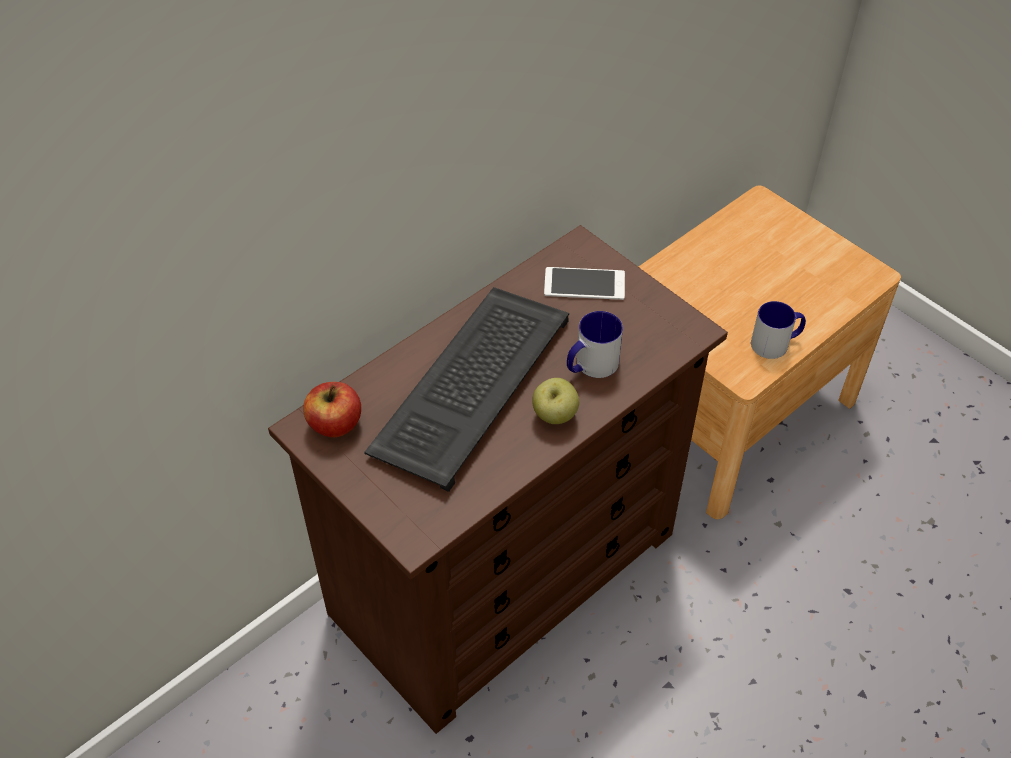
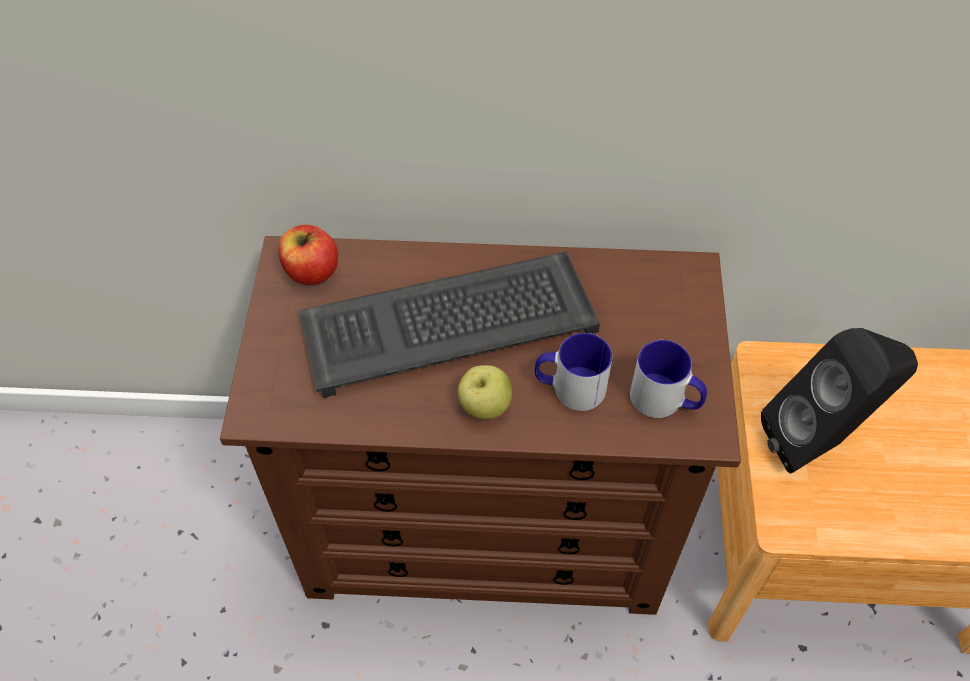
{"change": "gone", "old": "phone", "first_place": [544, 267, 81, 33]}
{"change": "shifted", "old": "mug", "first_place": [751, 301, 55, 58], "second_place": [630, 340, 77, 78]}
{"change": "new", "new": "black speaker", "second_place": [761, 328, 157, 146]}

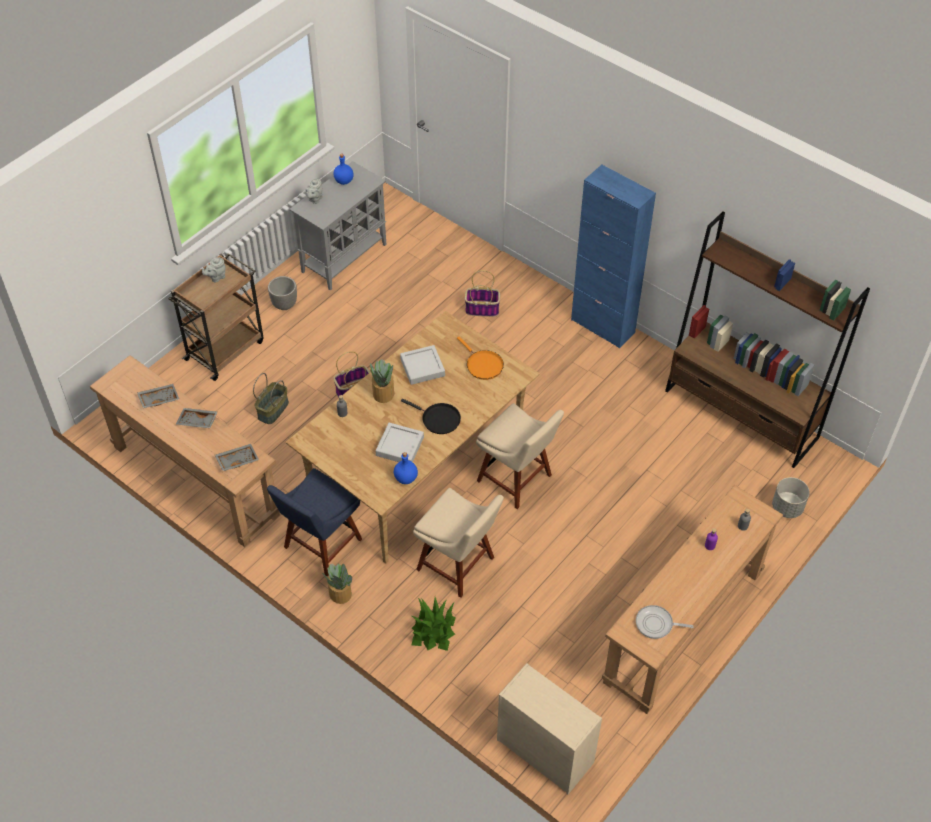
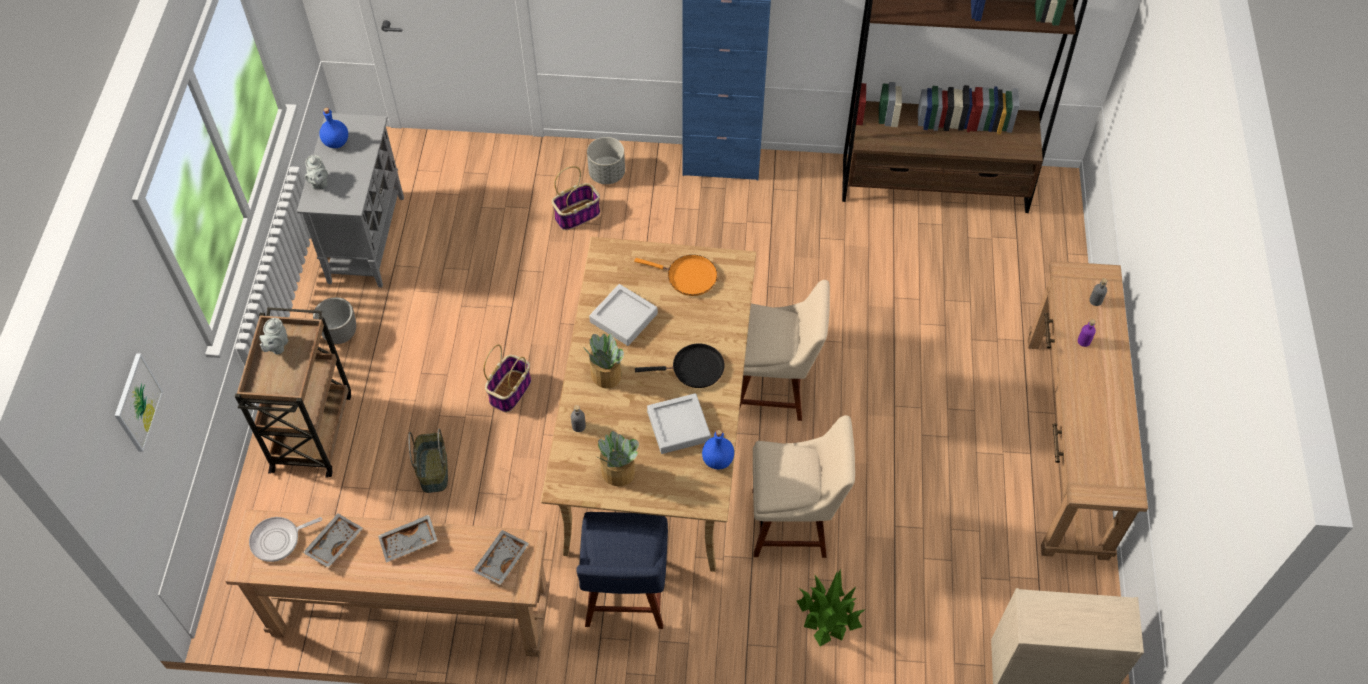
{"change": "shifted", "old": "potted plant", "first_place": [323, 564, 29, 40], "second_place": [597, 431, 42, 55]}
{"change": "shifted", "old": "frying pan", "first_place": [636, 605, 58, 34], "second_place": [249, 517, 73, 45]}
{"change": "shifted", "old": "grey planter", "first_place": [772, 477, 38, 41], "second_place": [587, 137, 38, 47]}
{"change": "new", "new": "picture", "second_place": [115, 353, 48, 99]}

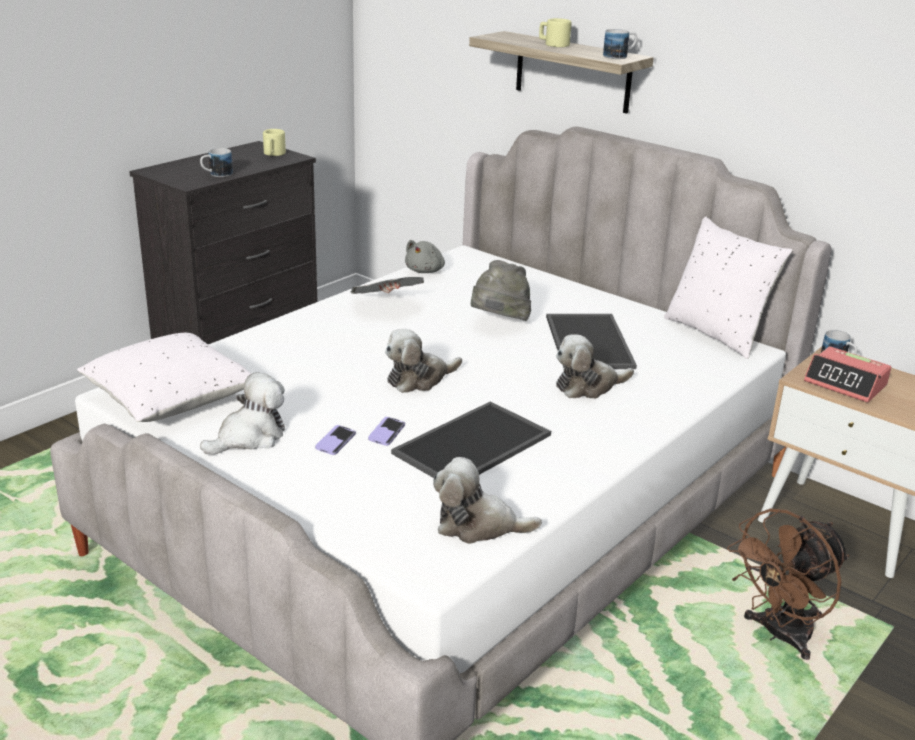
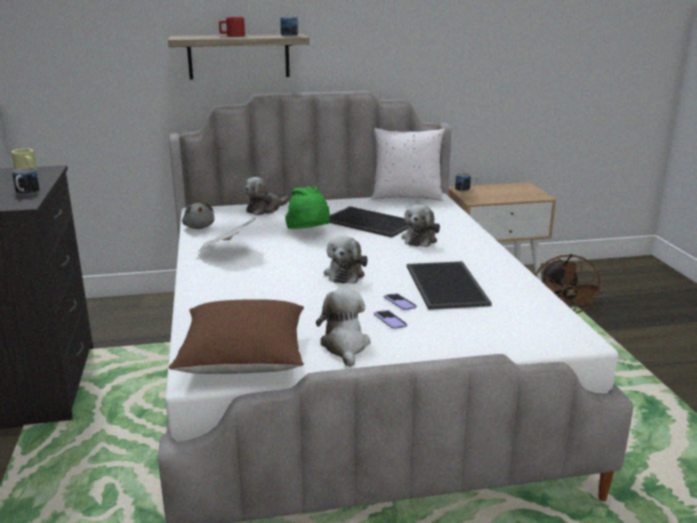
{"change": "repainted", "old": "white pillow", "new": "brown pillow", "first_place": [77, 333, 175, 89], "second_place": [169, 299, 135, 75]}
{"change": "shifted", "old": "plush toy", "first_place": [433, 457, 109, 87], "second_place": [244, 177, 45, 38]}
{"change": "repainted", "old": "grey hat", "new": "green hat", "first_place": [471, 260, 60, 61], "second_place": [285, 186, 45, 43]}
{"change": "repainted", "old": "beige mug", "new": "red mug", "first_place": [539, 18, 33, 29], "second_place": [219, 17, 26, 20]}
{"change": "gone", "old": "alarm clock", "first_place": [804, 346, 87, 57]}

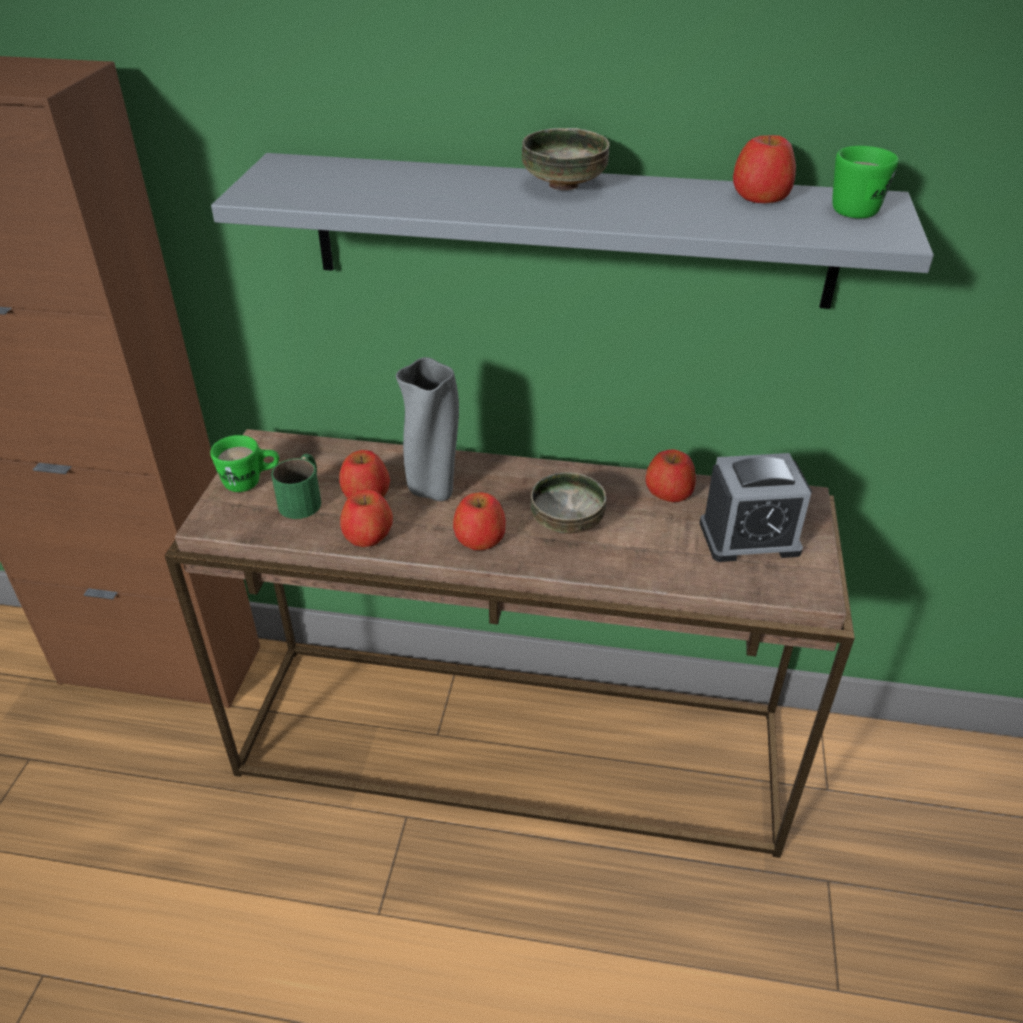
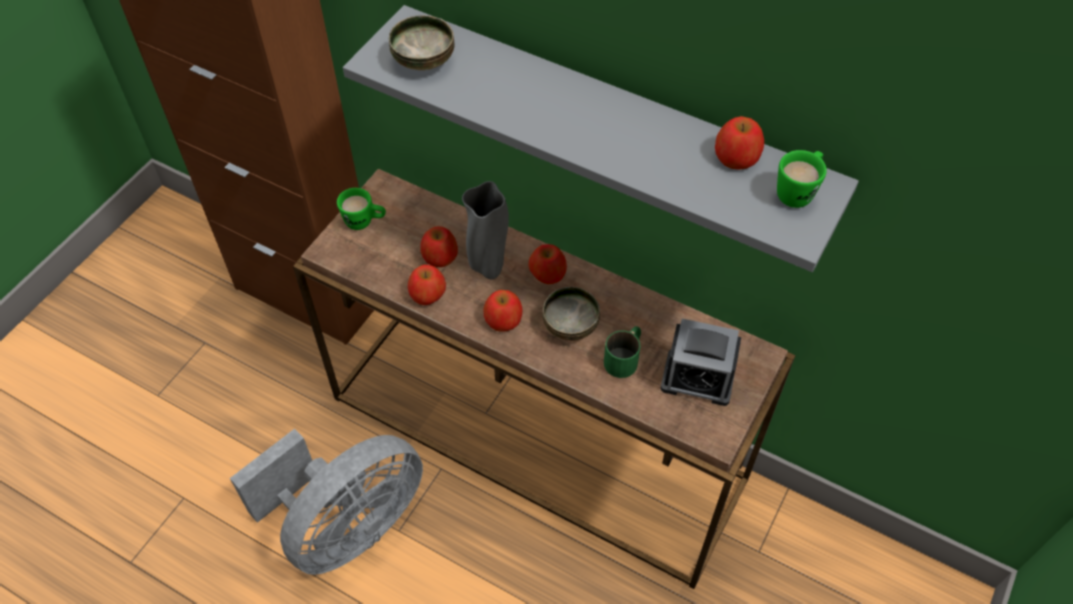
{"change": "shifted", "old": "green mug", "first_place": [271, 454, 50, 65], "second_place": [604, 326, 37, 52]}
{"change": "shifted", "old": "bowl", "first_place": [522, 128, 88, 62], "second_place": [389, 15, 66, 55]}
{"change": "shifted", "old": "apple", "first_place": [646, 449, 50, 53], "second_place": [528, 244, 39, 40]}
{"change": "new", "new": "grey fan", "second_place": [230, 429, 193, 146]}

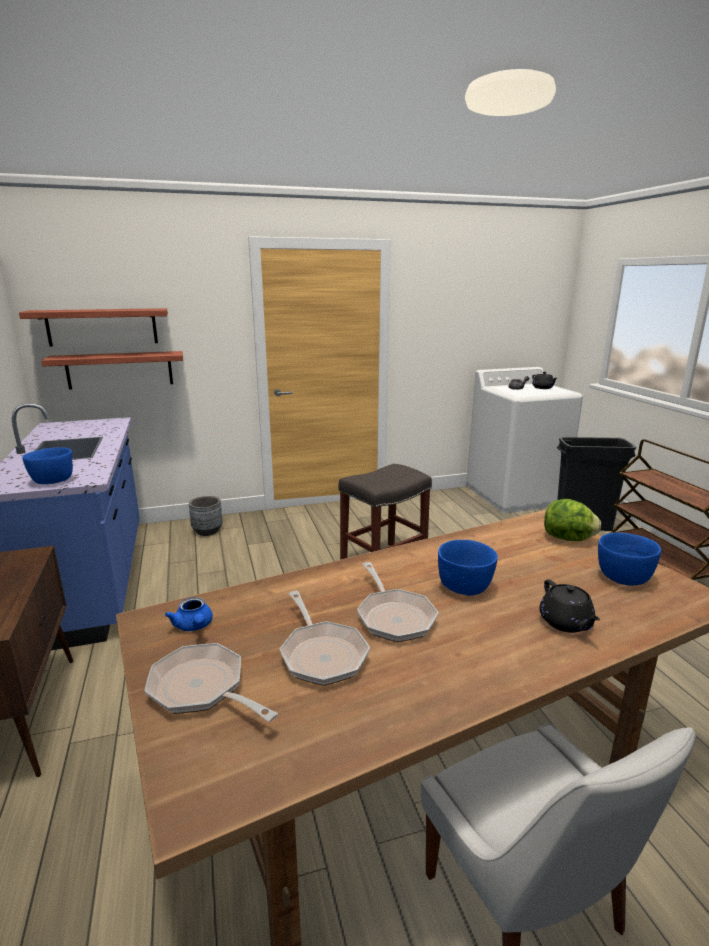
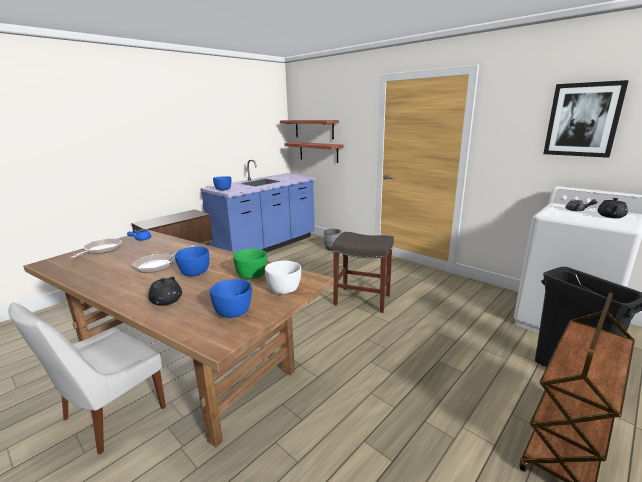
{"change": "gone", "old": "frying pan", "first_place": [280, 591, 90, 95]}
{"change": "rotated", "old": "black teapot", "first_place": [539, 580, 61, 53], "second_place": [148, 276, 34, 30], "degrees": -45}
{"change": "swapped", "old": "lettuce", "new": "white bowl", "first_place": [544, 499, 57, 42], "second_place": [265, 261, 36, 33]}
{"change": "new", "new": "green bowl", "second_place": [233, 249, 34, 30]}
{"change": "new", "new": "picture", "second_place": [543, 80, 86, 78]}

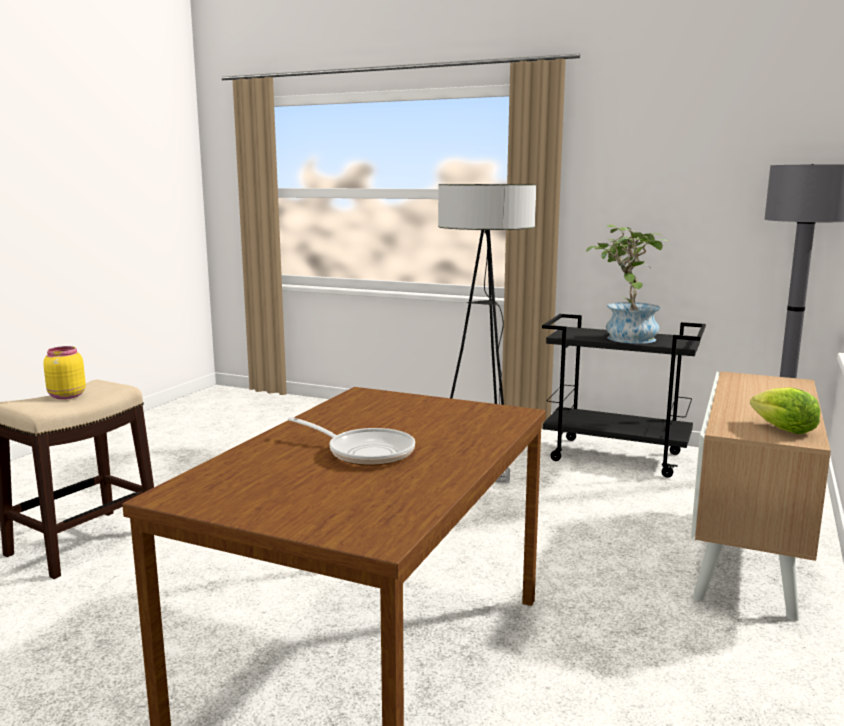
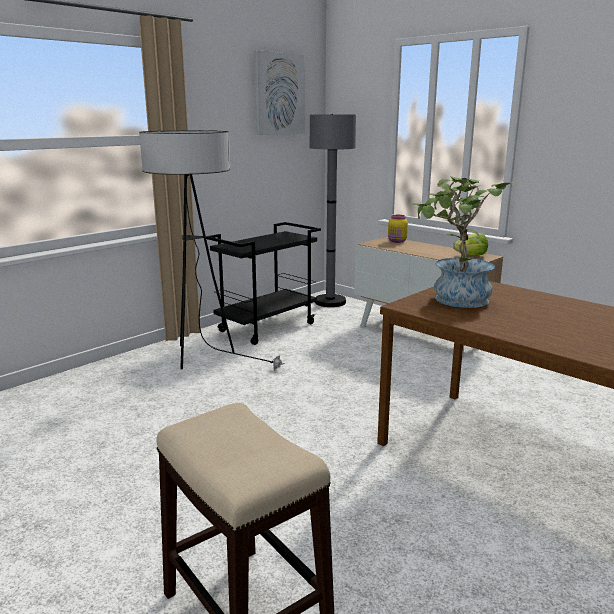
{"change": "shifted", "old": "yellow jar", "first_place": [43, 346, 43, 53], "second_place": [388, 215, 20, 28]}
{"change": "gone", "old": "frying pan", "first_place": [288, 417, 127, 49]}
{"change": "shifted", "old": "potted plant", "first_place": [586, 224, 82, 120], "second_place": [411, 176, 103, 132]}
{"change": "new", "new": "picture", "second_place": [254, 50, 51, 85]}

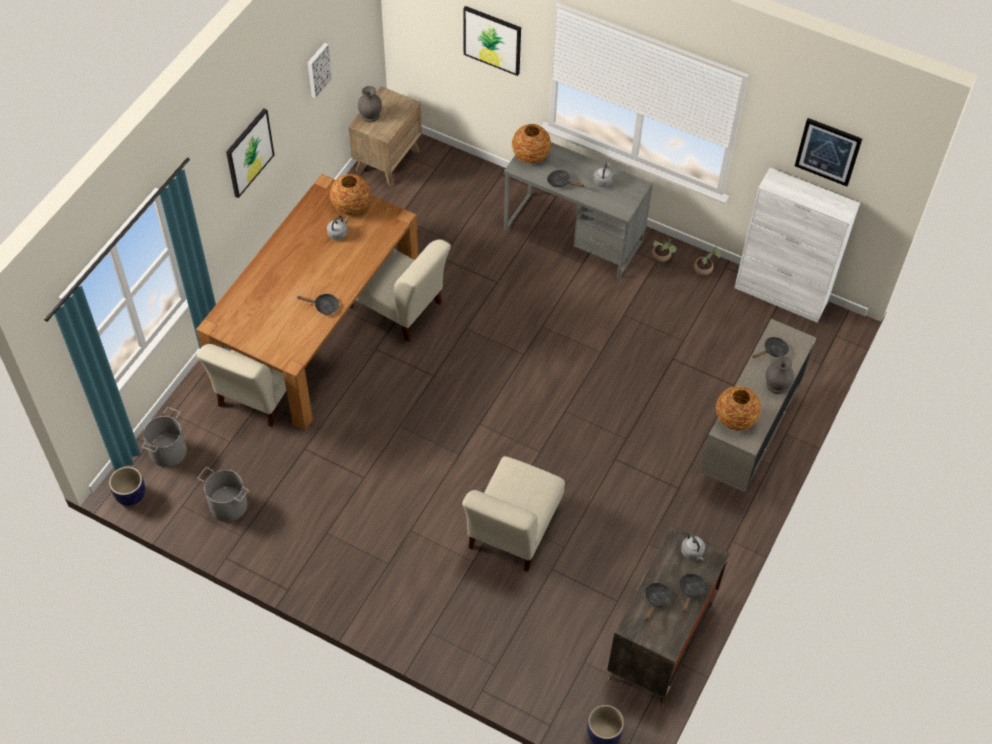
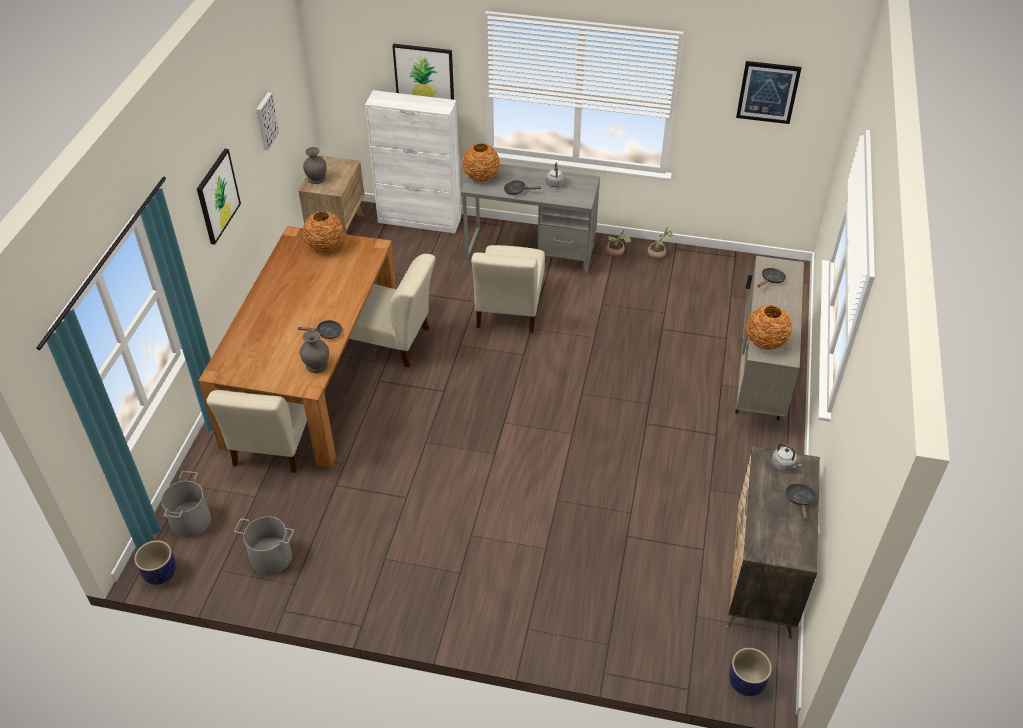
{"change": "gone", "old": "grey kettle", "first_place": [327, 216, 22, 24]}
{"change": "shifted", "old": "beige chair", "first_place": [462, 456, 103, 116], "second_place": [471, 245, 74, 88]}
{"change": "gone", "old": "black frying pan", "first_place": [645, 583, 28, 38]}
{"change": "shifted", "old": "white cabinet", "first_place": [734, 168, 126, 154], "second_place": [365, 90, 96, 143]}
{"change": "shifted", "old": "grey vase", "first_place": [766, 356, 28, 38], "second_place": [300, 330, 29, 43]}

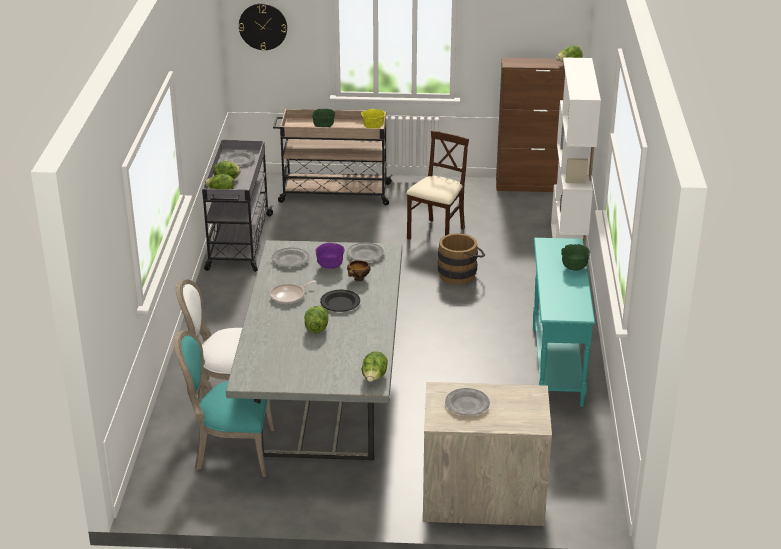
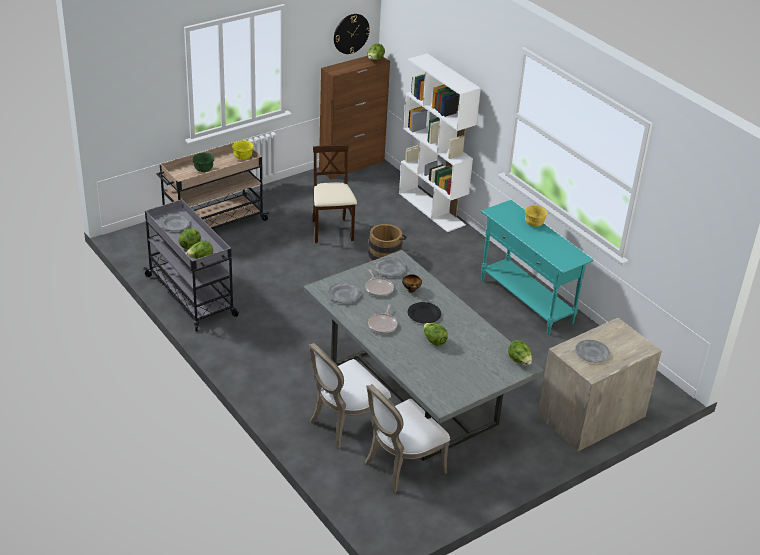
{"change": "repainted", "old": "turquoise chair", "new": "white chair", "first_place": [174, 331, 100, 146], "second_place": [365, 384, 85, 109]}
{"change": "shifted", "old": "wall clock", "first_place": [239, 3, 48, 48], "second_place": [334, 14, 36, 40]}
{"change": "swapped", "old": "purple bowl", "new": "frying pan", "first_place": [315, 243, 30, 26], "second_place": [365, 269, 29, 28]}
{"change": "repainted", "old": "green bowl", "new": "yellow bowl", "first_place": [561, 244, 29, 27], "second_place": [525, 205, 22, 22]}

